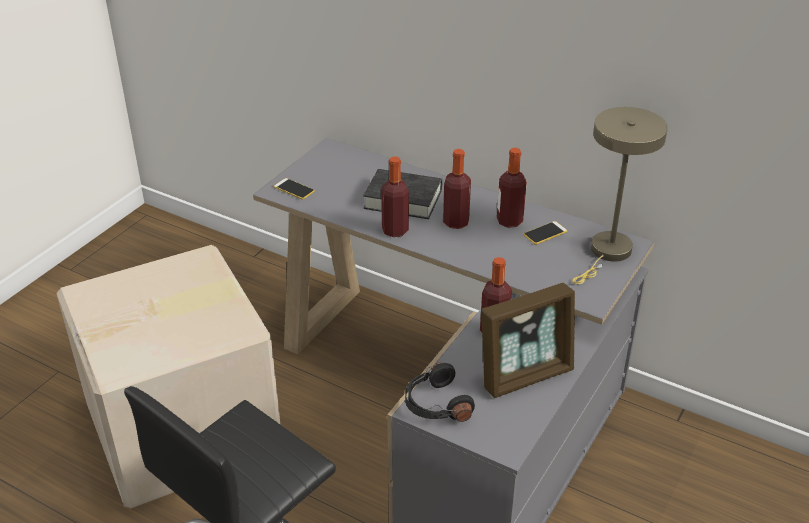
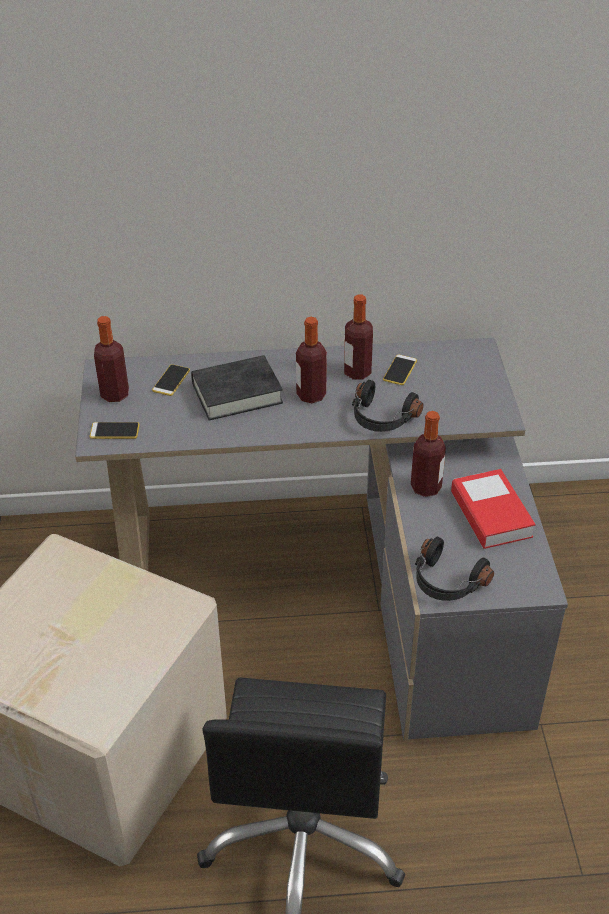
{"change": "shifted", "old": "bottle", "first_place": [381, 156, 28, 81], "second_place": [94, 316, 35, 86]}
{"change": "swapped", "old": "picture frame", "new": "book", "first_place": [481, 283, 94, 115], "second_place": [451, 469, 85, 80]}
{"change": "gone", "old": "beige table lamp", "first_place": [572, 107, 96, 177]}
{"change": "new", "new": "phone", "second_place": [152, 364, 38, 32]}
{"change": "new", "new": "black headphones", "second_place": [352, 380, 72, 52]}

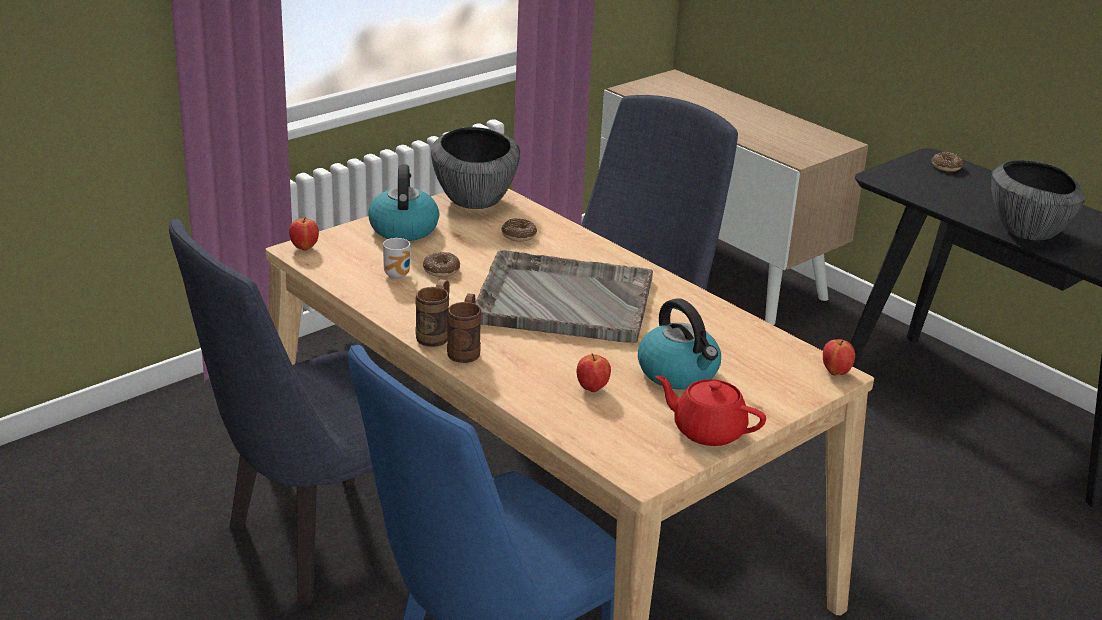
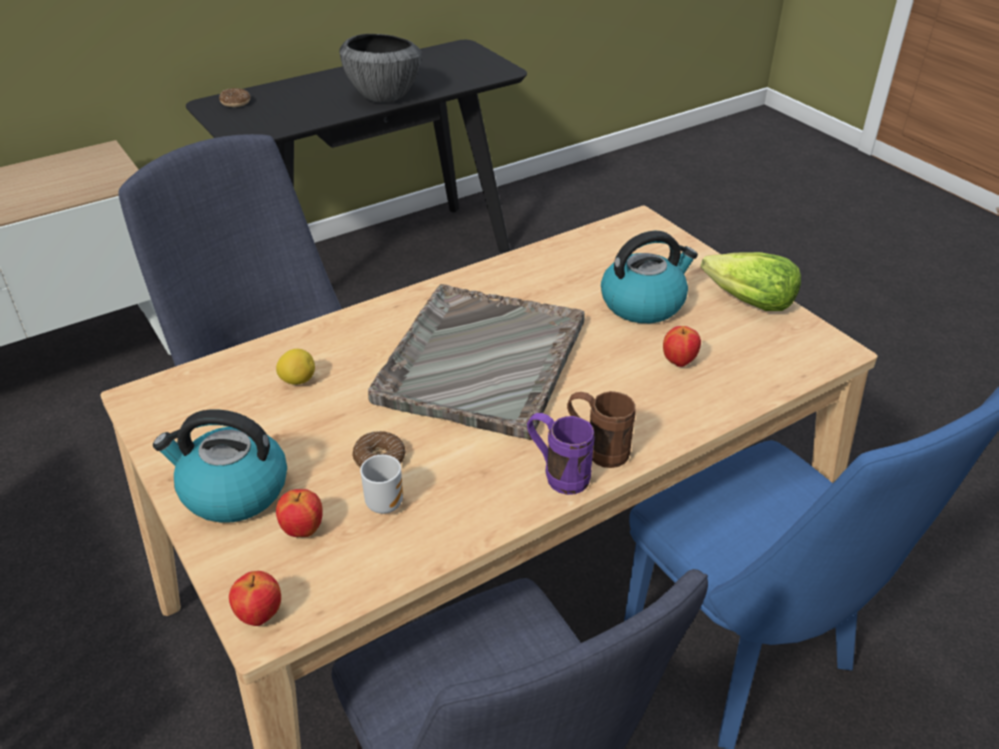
{"change": "repainted", "old": "brown mug", "new": "purple mug", "first_place": [416, 279, 34, 68], "second_place": [527, 413, 68, 82]}
{"change": "gone", "old": "bowl", "first_place": [431, 127, 89, 82]}
{"change": "swapped", "old": "donut", "new": "lemon", "first_place": [502, 218, 35, 24], "second_place": [276, 349, 39, 36]}
{"change": "swapped", "old": "red teapot", "new": "lettuce", "first_place": [655, 376, 111, 70], "second_place": [700, 252, 101, 59]}
{"change": "shifted", "old": "apple", "first_place": [823, 339, 32, 37], "second_place": [276, 489, 47, 48]}

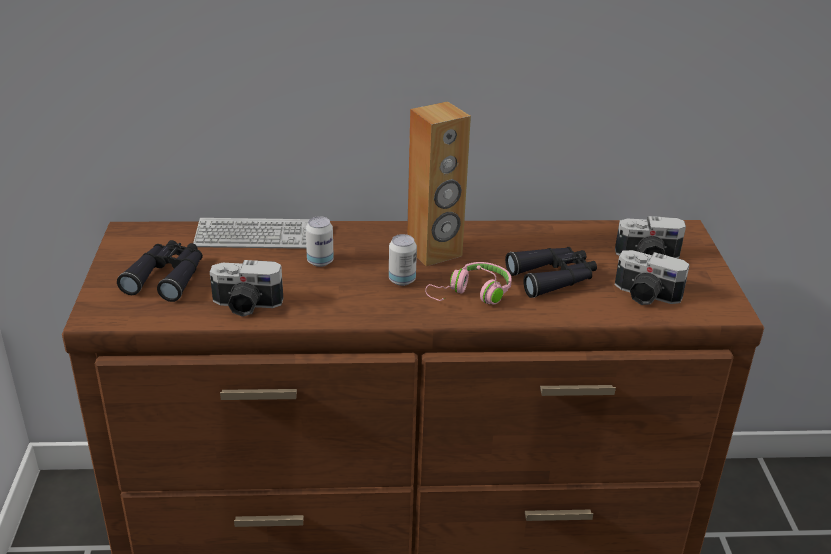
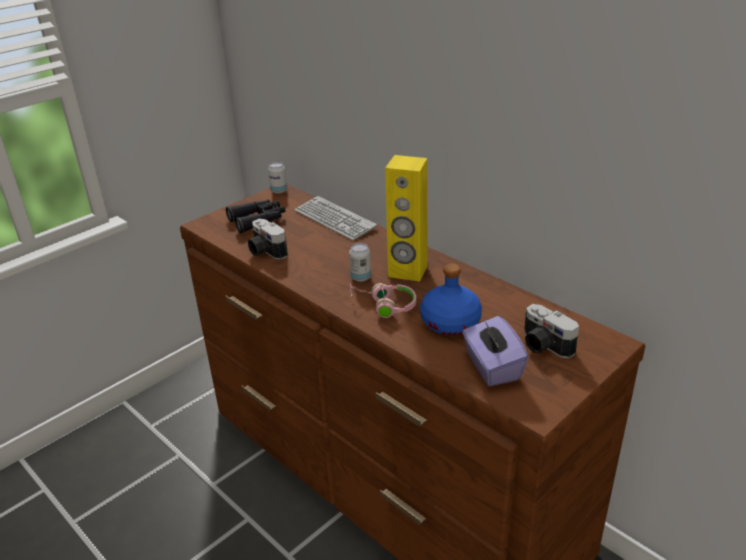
{"change": "shifted", "old": "can", "first_place": [306, 216, 28, 51], "second_place": [268, 162, 19, 32]}
{"change": "repainted", "old": "brown speaker", "new": "yellow speaker", "first_place": [407, 101, 64, 165], "second_place": [385, 155, 43, 127]}
{"change": "swapped", "old": "black binoculars", "new": "blue bottle", "first_place": [505, 247, 92, 51], "second_place": [420, 264, 62, 71]}
{"change": "swapped", "old": "photo camera", "new": "purple tissue box", "first_place": [615, 250, 74, 55], "second_place": [462, 316, 66, 70]}

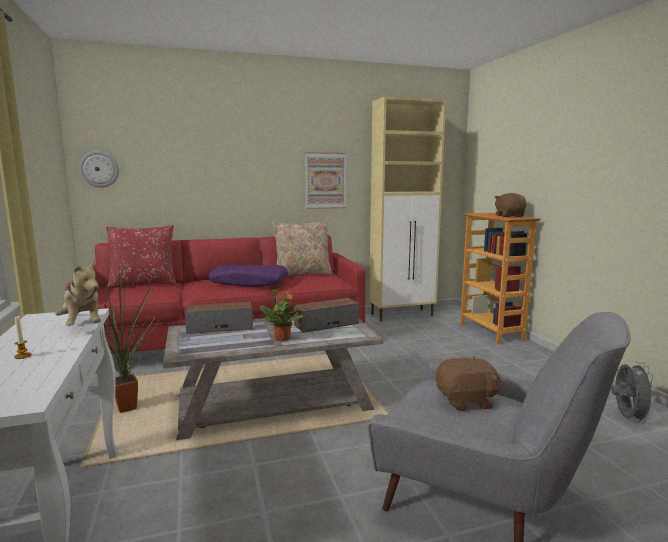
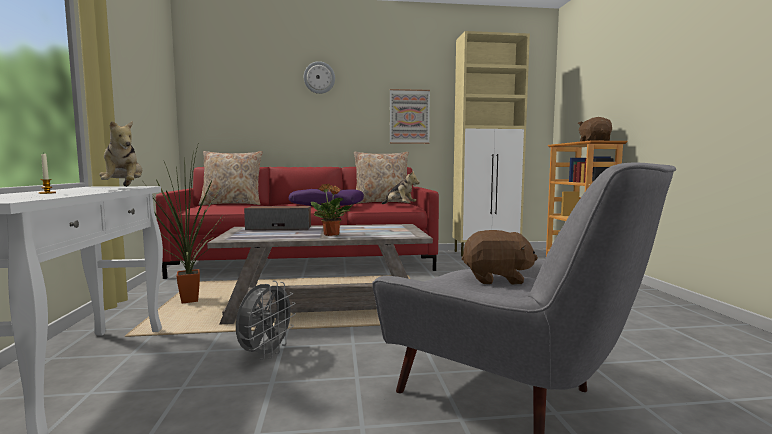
{"change": "shifted", "old": "wall clock", "first_place": [79, 151, 40, 37], "second_place": [304, 61, 31, 33]}
{"change": "repainted", "old": "red pillow", "new": "beige pillow", "first_place": [106, 225, 70, 64], "second_place": [199, 151, 64, 54]}
{"change": "gone", "old": "speaker", "first_place": [294, 298, 66, 35]}
{"change": "shifted", "old": "grey fan", "first_place": [611, 362, 46, 62], "second_place": [236, 281, 60, 79]}
{"change": "new", "new": "plush toy", "second_place": [381, 171, 39, 33]}

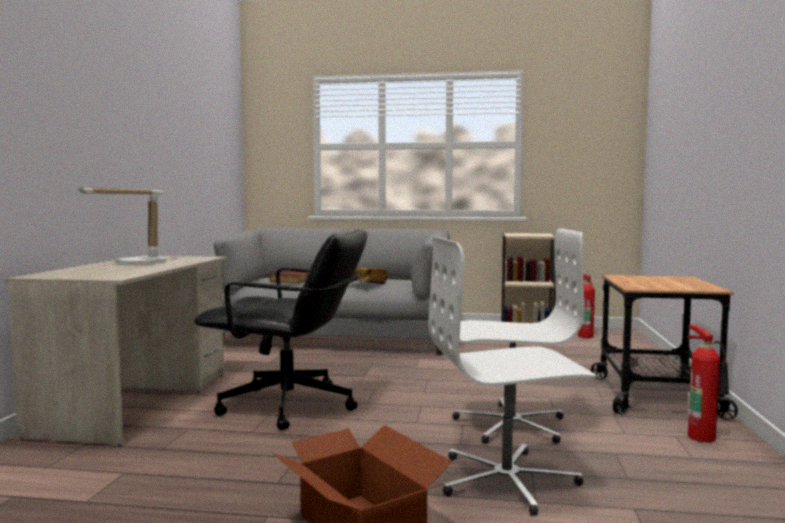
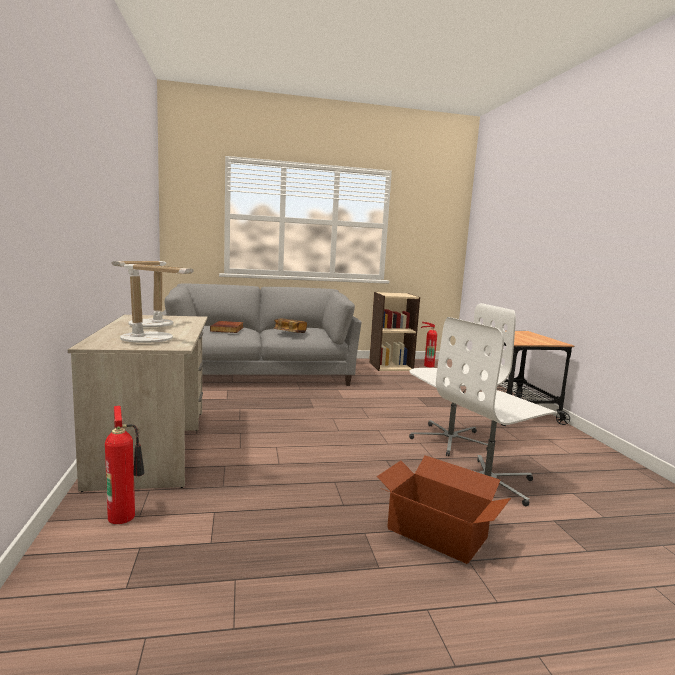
{"change": "gone", "old": "black office chair", "first_place": [194, 229, 174, 201]}
{"change": "shifted", "old": "fire extinguisher", "first_place": [687, 325, 42, 117], "second_place": [105, 406, 40, 118]}
{"change": "new", "new": "table lamp", "second_place": [120, 264, 74, 79]}

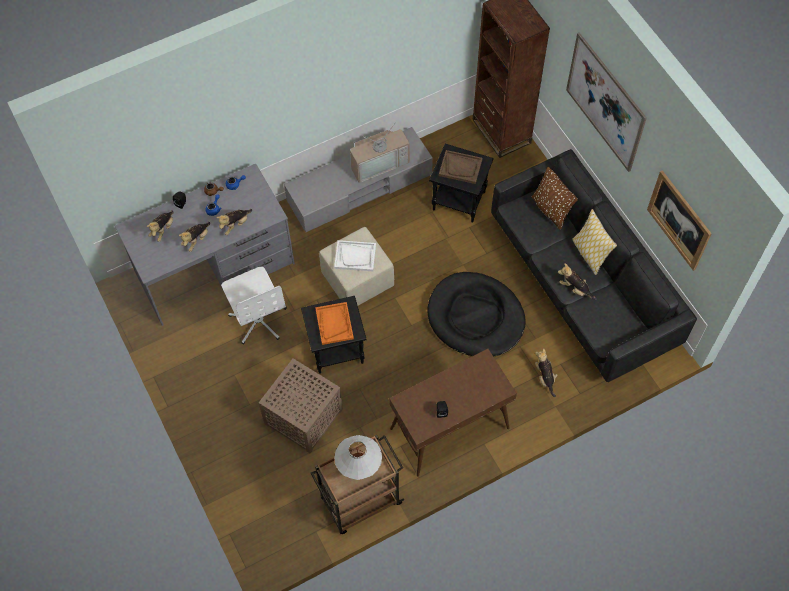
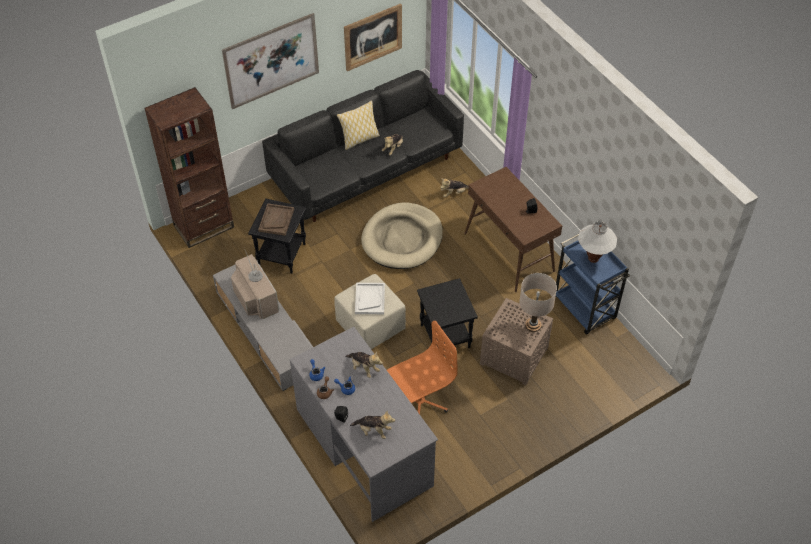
{"change": "gone", "old": "plush toy", "first_place": [179, 222, 31, 30]}
{"change": "repainted", "old": "white office chair", "new": "orange office chair", "first_place": [221, 267, 66, 78], "second_place": [387, 321, 71, 93]}
{"change": "repainted", "old": "brown cart", "new": "blue cart", "first_place": [311, 435, 93, 99], "second_place": [556, 234, 74, 100]}
{"change": "gone", "old": "orange tray", "first_place": [315, 302, 39, 43]}
{"change": "repainted", "old": "black dog bed", "new": "beige dog bed", "first_place": [427, 272, 99, 85], "second_place": [361, 202, 82, 67]}
{"change": "gone", "old": "brown pillow", "first_place": [531, 167, 47, 63]}
{"change": "new", "new": "beige table lamp", "second_place": [519, 273, 38, 59]}

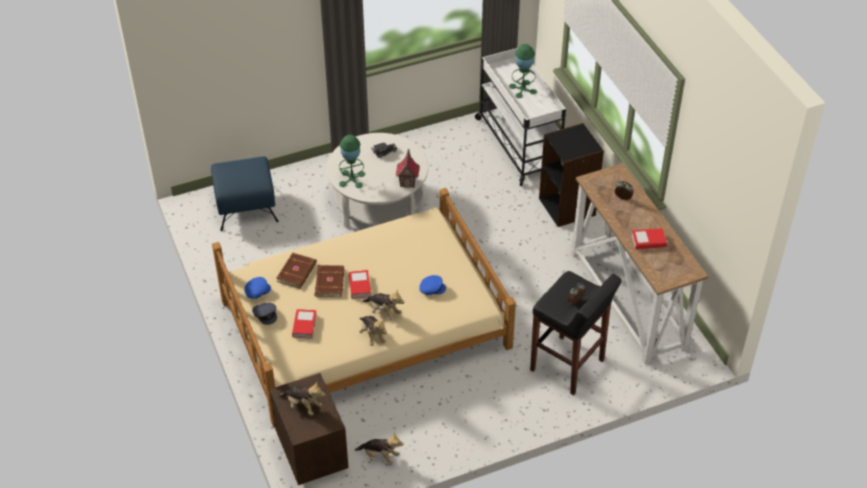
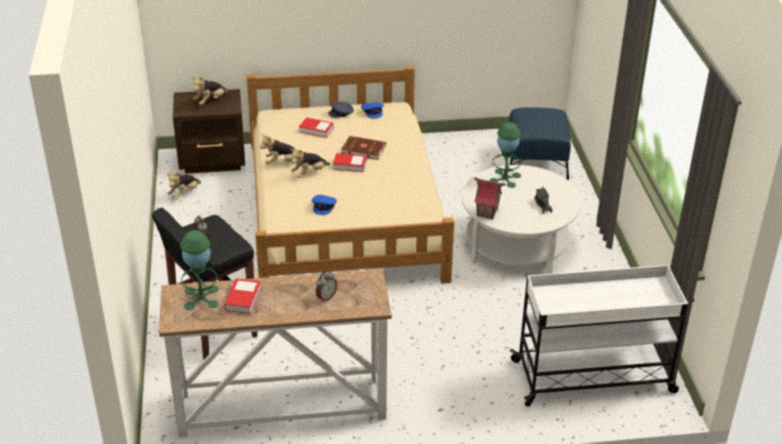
{"change": "gone", "old": "brown book", "first_place": [276, 253, 41, 36]}
{"change": "shifted", "old": "green table lamp", "first_place": [509, 44, 28, 54], "second_place": [180, 230, 39, 80]}
{"change": "gone", "old": "black bookcase", "first_place": [539, 123, 65, 104]}

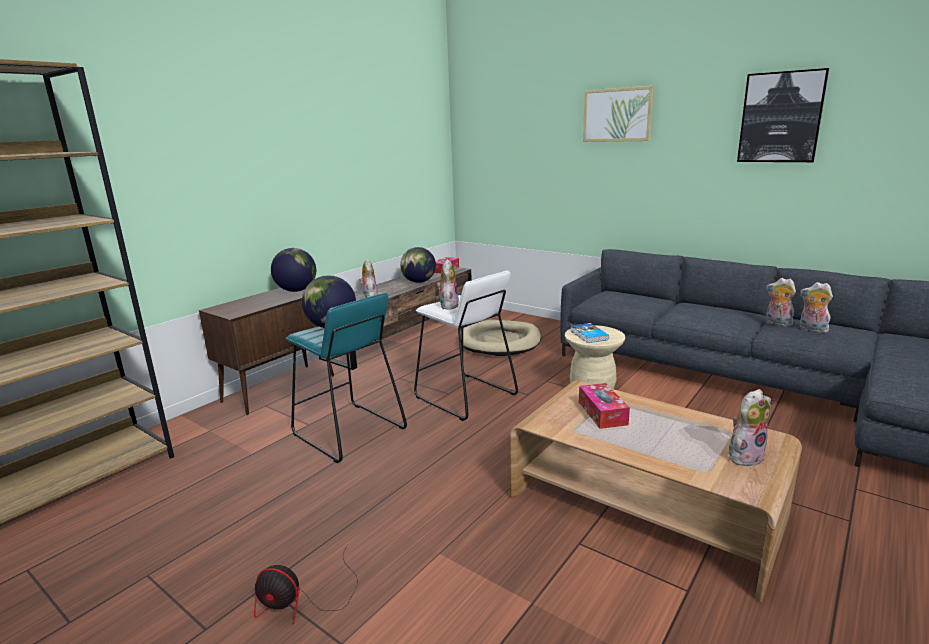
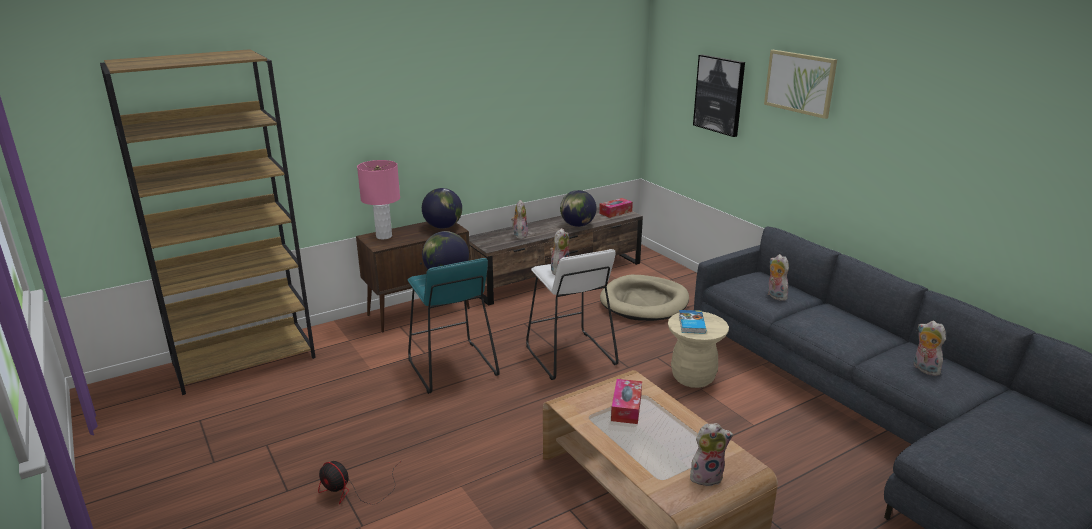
{"change": "shifted", "old": "picture", "first_place": [737, 68, 92, 94], "second_place": [693, 55, 52, 82]}
{"change": "shifted", "old": "plush toy", "first_place": [766, 278, 30, 48], "second_place": [768, 254, 21, 47]}
{"change": "new", "new": "pink table lamp", "second_place": [357, 160, 43, 80]}

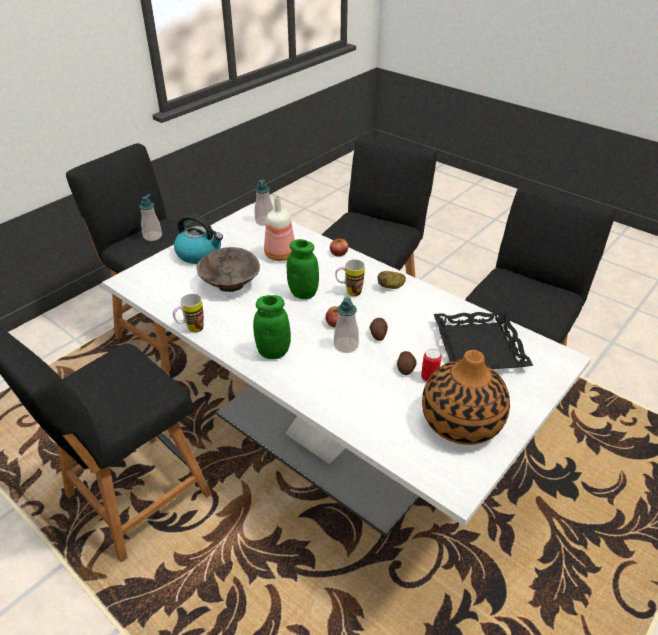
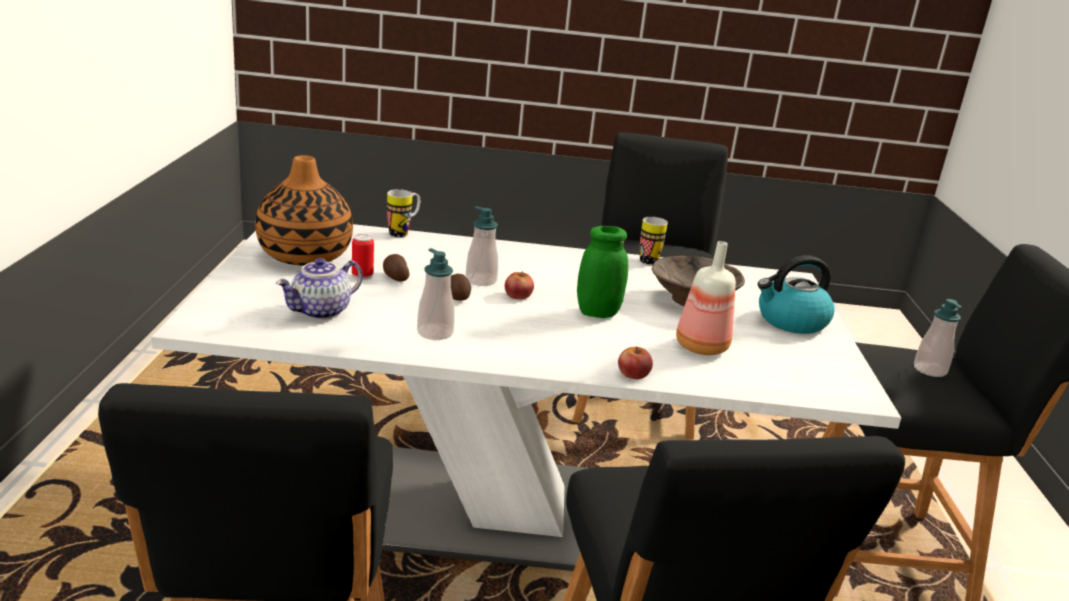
{"change": "gone", "old": "green jar", "first_place": [253, 295, 38, 64]}
{"change": "shifted", "old": "soap dispenser", "first_place": [255, 180, 18, 46], "second_place": [417, 248, 38, 92]}
{"change": "shifted", "old": "mug", "first_place": [335, 260, 30, 36], "second_place": [387, 189, 33, 48]}
{"change": "gone", "old": "potato", "first_place": [377, 271, 29, 18]}
{"change": "swapped", "old": "black tray", "new": "teapot", "first_place": [434, 310, 99, 59], "second_place": [276, 258, 87, 62]}

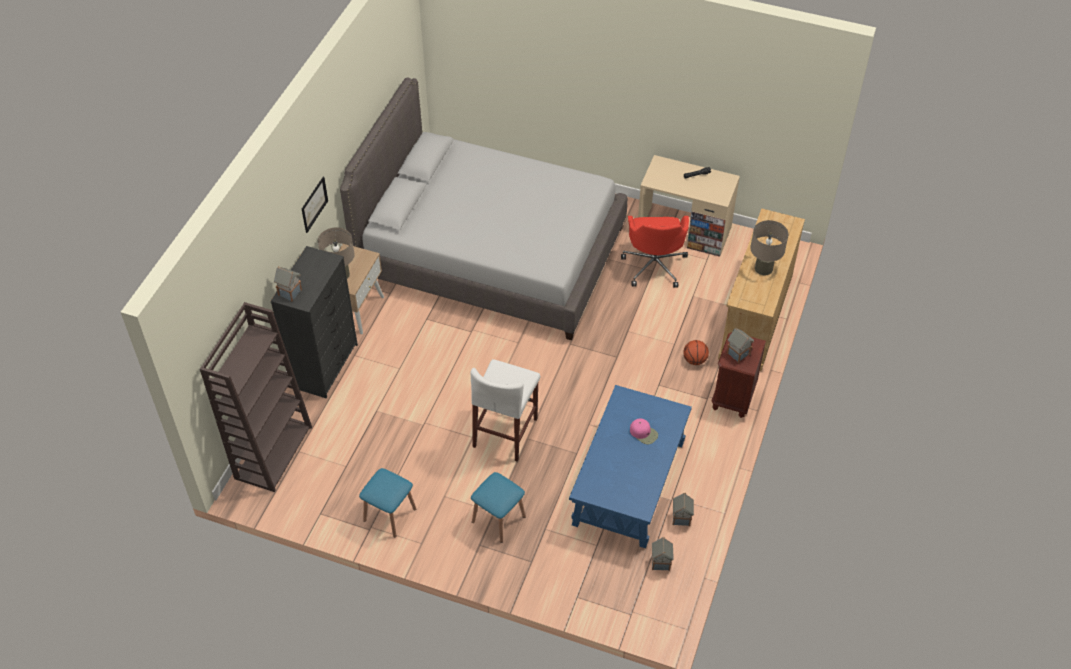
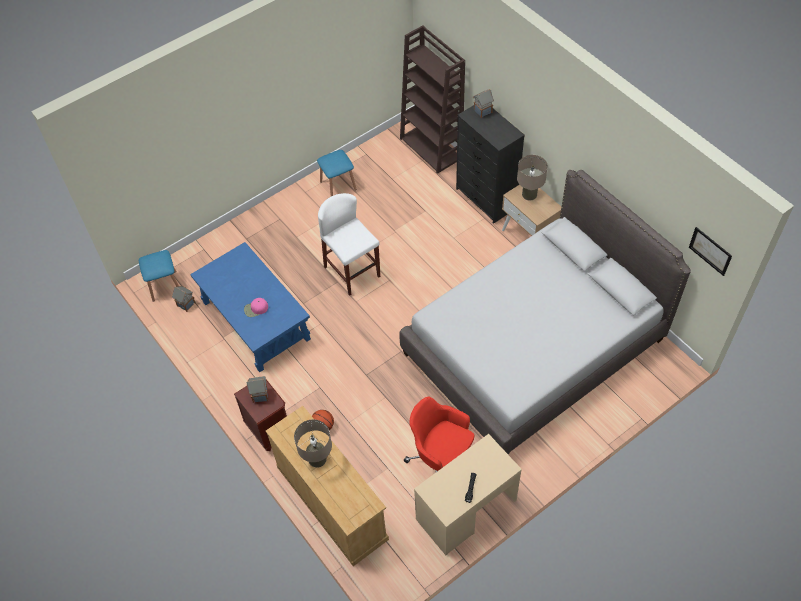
{"change": "shifted", "old": "picture", "first_place": [302, 177, 26, 56], "second_place": [689, 227, 43, 49]}
{"change": "shifted", "old": "blue stool", "first_place": [471, 472, 55, 71], "second_place": [139, 250, 40, 52]}
{"change": "gone", "old": "toy house", "first_place": [672, 493, 22, 33]}

